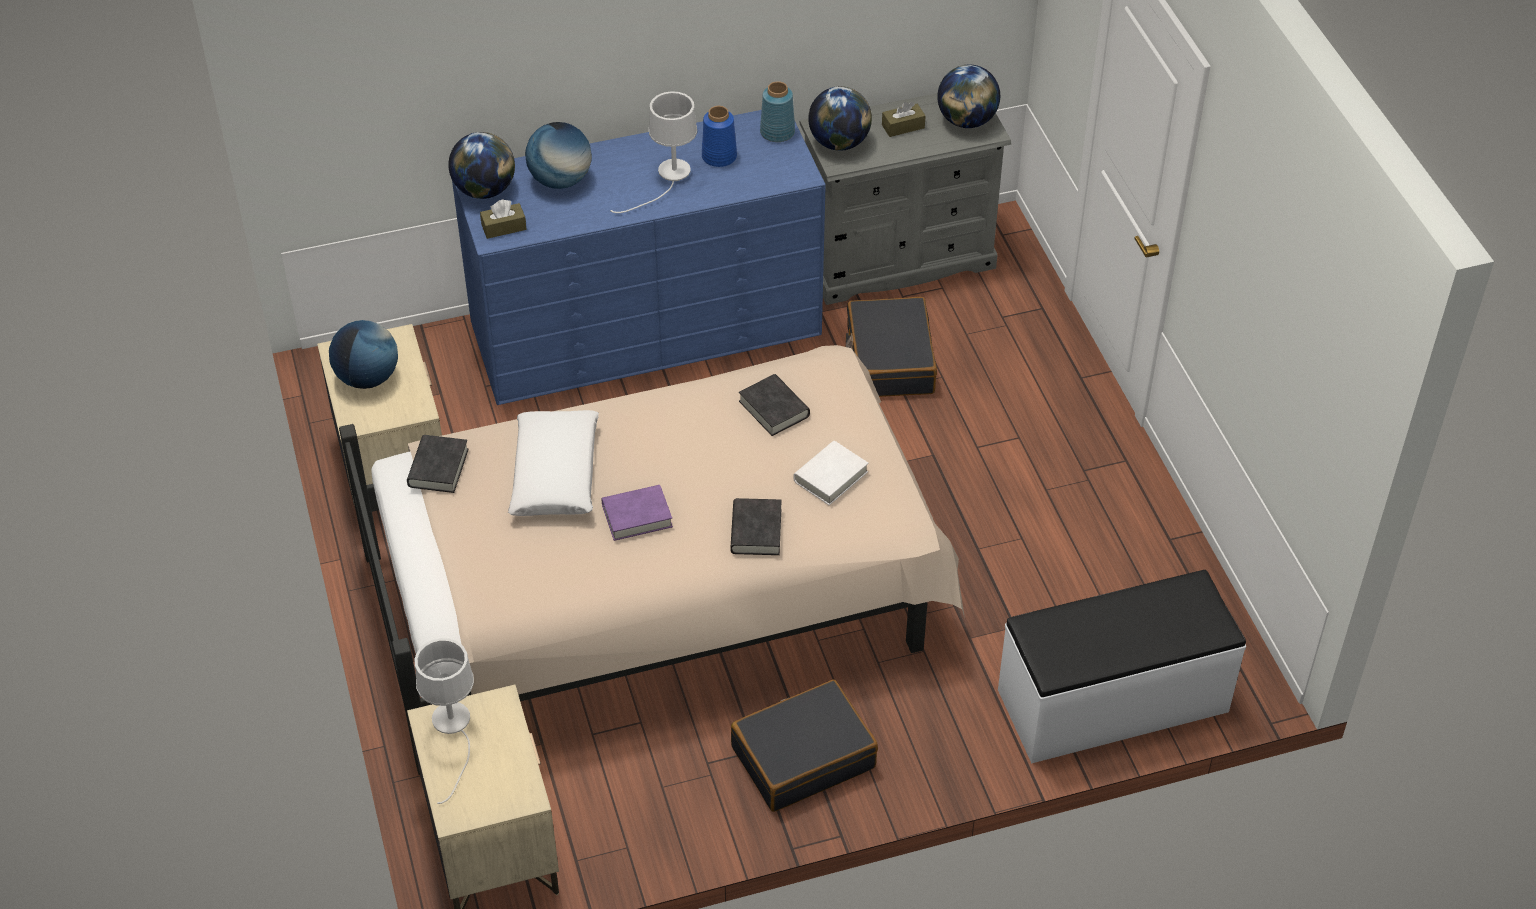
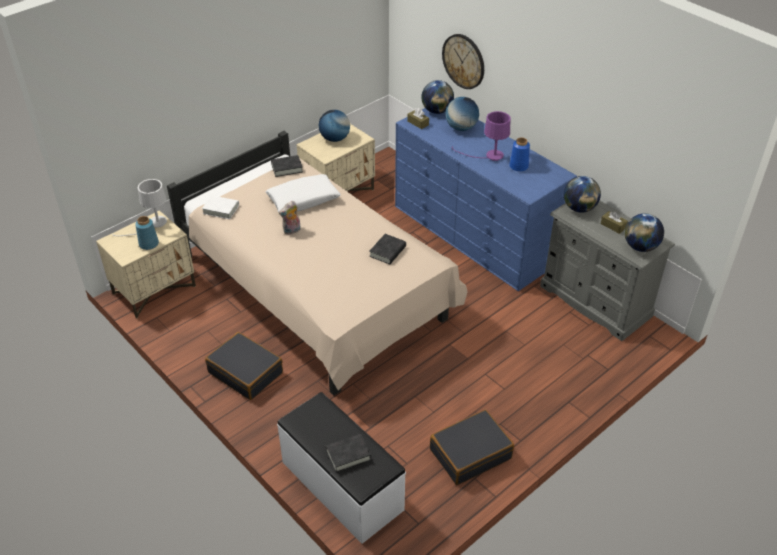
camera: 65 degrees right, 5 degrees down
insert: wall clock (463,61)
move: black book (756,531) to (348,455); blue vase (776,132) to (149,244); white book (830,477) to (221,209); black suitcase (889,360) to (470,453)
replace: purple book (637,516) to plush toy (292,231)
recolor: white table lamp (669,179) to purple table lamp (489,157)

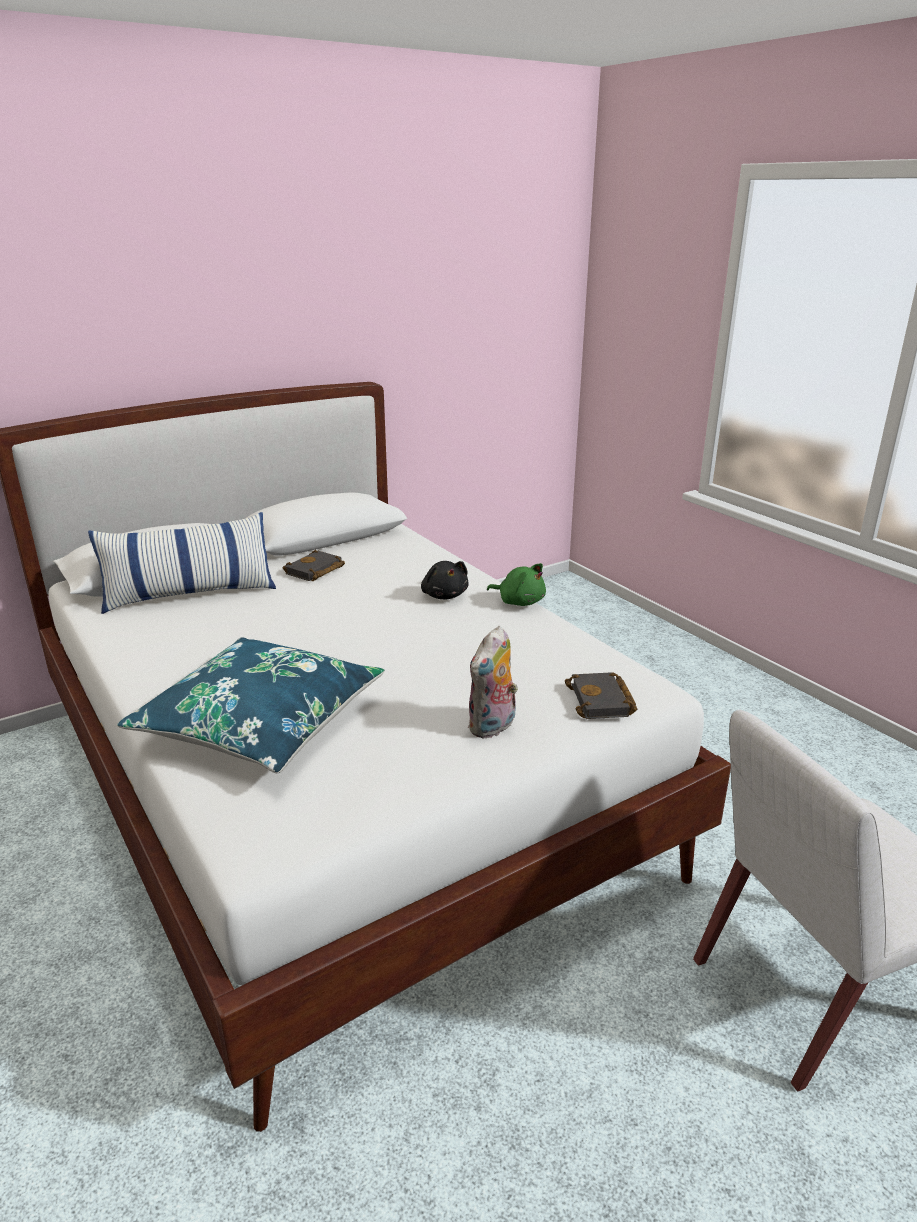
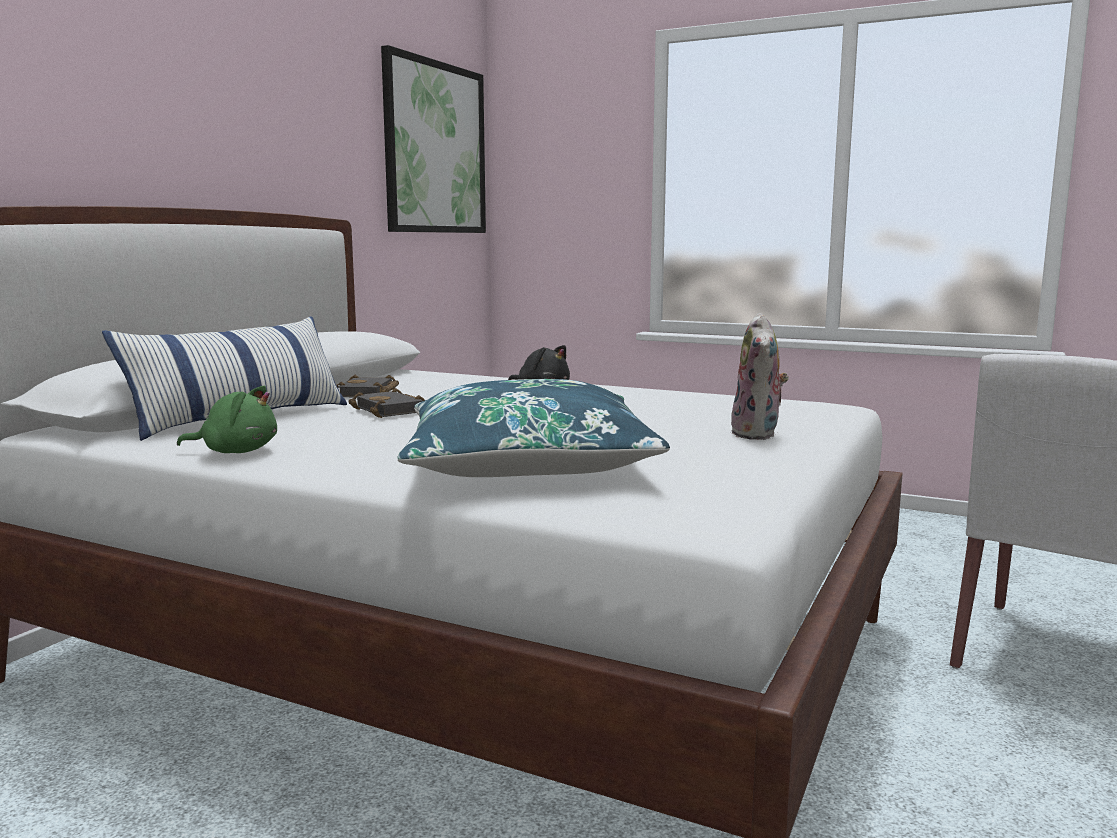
camera: 30 degrees left, 15 degrees down
insert: picture (435,148)
move: green plush toy (519,602) to (236,451); black book (602,702) to (393,410)

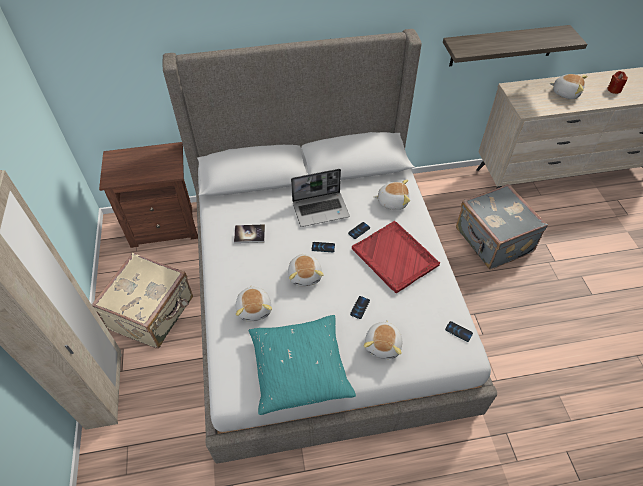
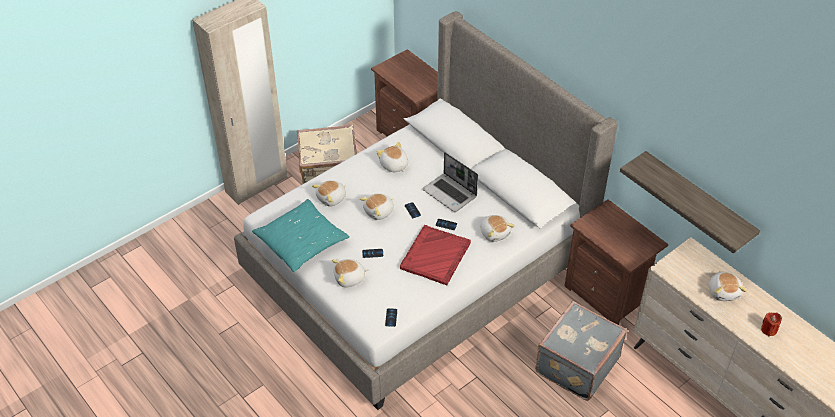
camera: 60 degrees right, 5 degrees down
insert: brown nightstand (607,295)
replace: book (249,234) to plush toy (394,165)

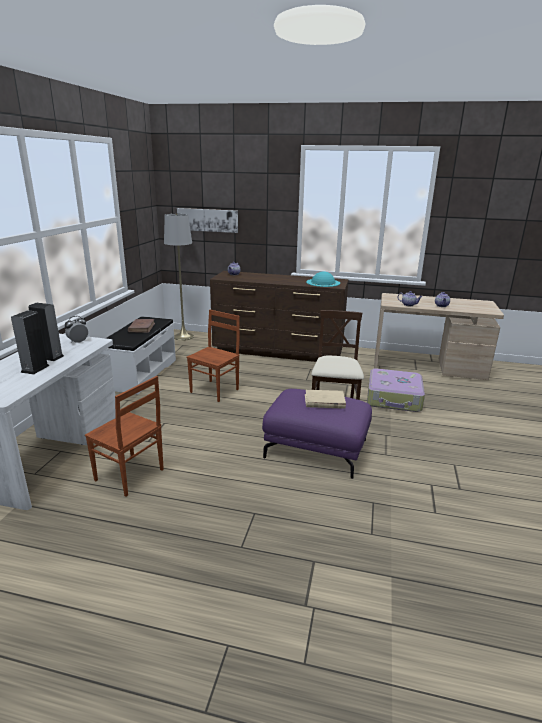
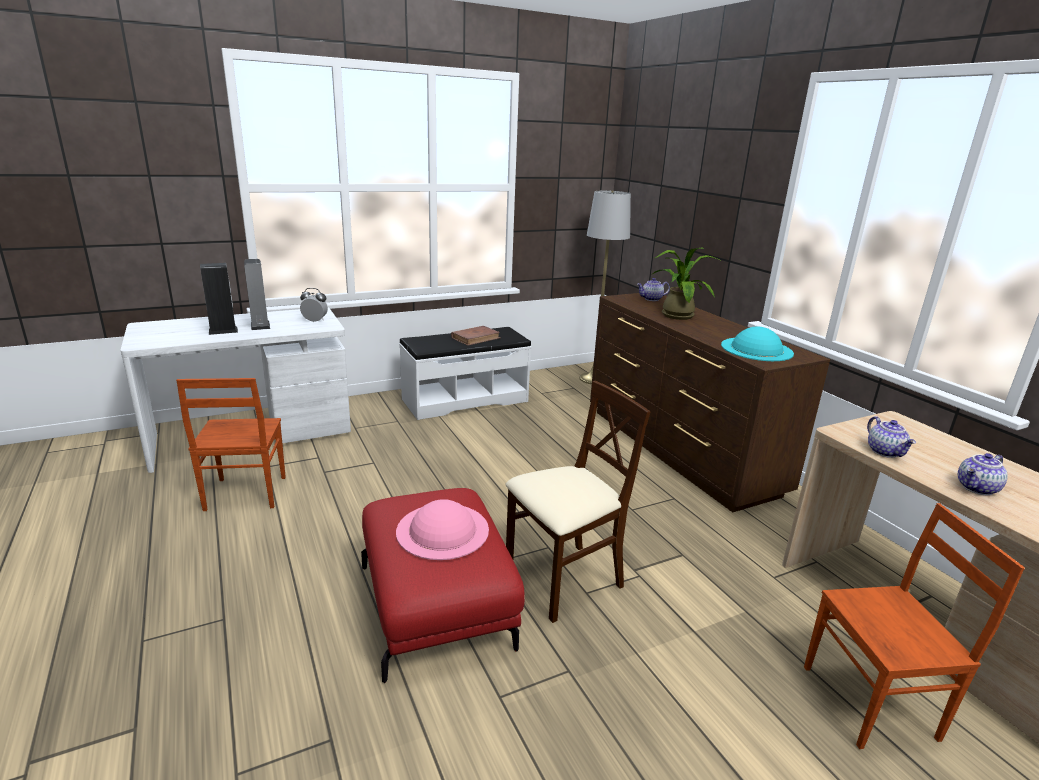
camera: 50 degrees right, 0 degrees up
delete: picture (207,220); suitcase (394,398)
insert: potted plant (676,314)
move: brown chair (215,391) to (871,703)
replace: beige book (324,401) to pink hat (443,530)
recolor: purple ottoman (317,448) to red ottoman (438,606)

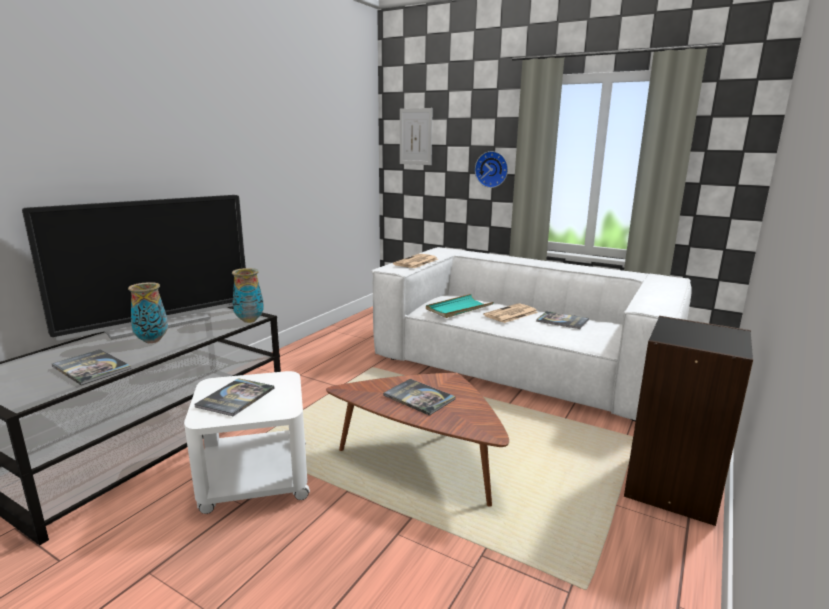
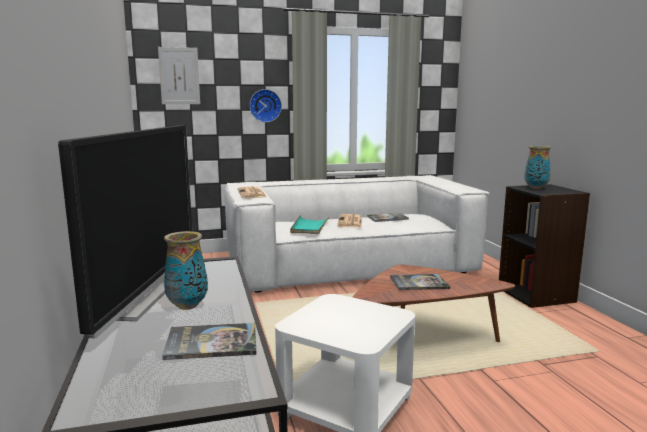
camera: 45 degrees left, 5 degrees down
delete: book (236,398)
move: vase (249,320) to (535,188)

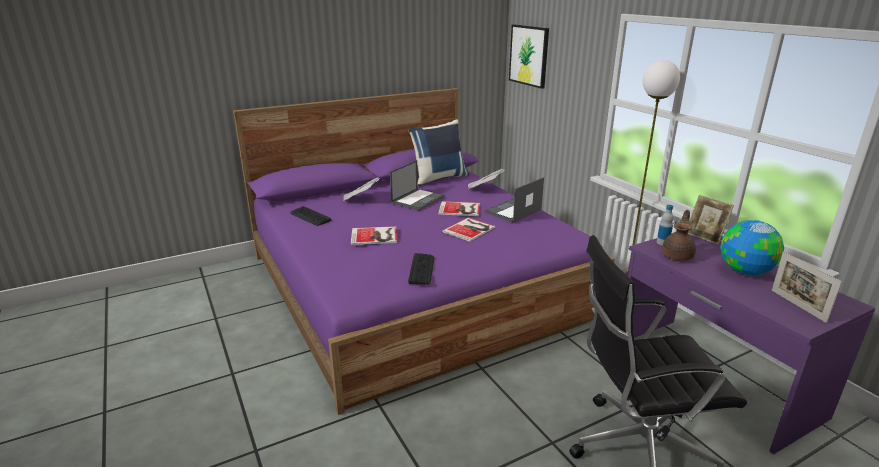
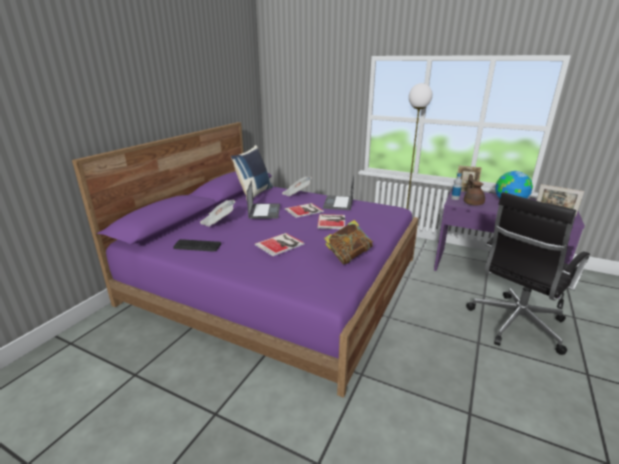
camera: 35 degrees left, 0 degrees up
delete: picture (529,55)
replace: keyboard (422,269) to book (348,256)

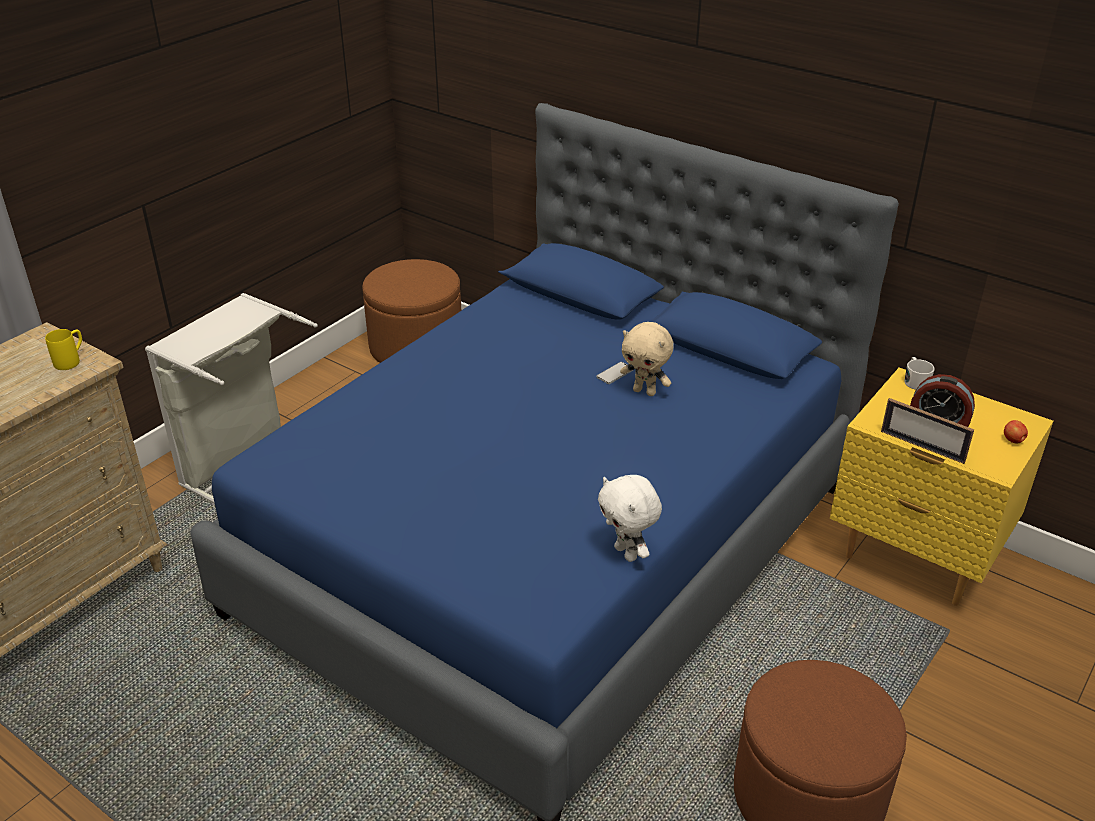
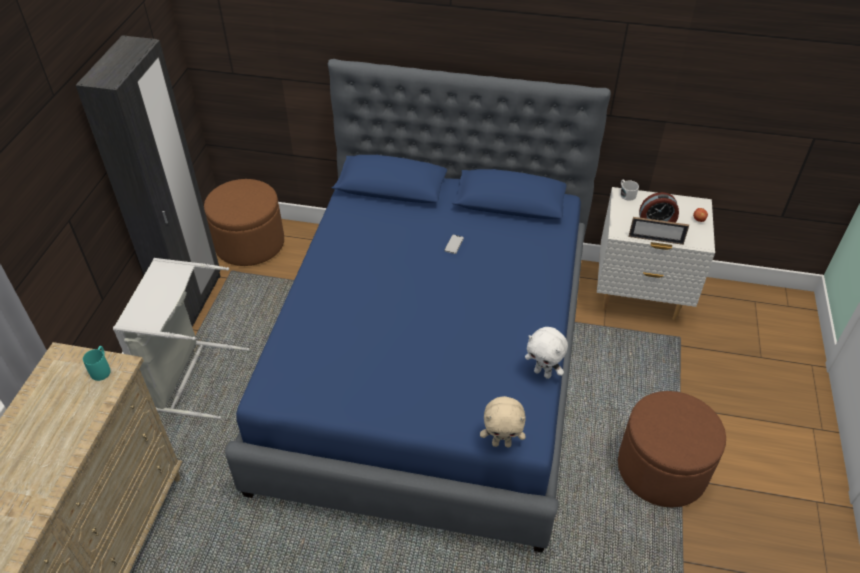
camera: 25 degrees left, 10 degrees up
insert: black wardrobe (193,300)
move: beige plush toy (645,391) to (502,443)
recolor: yellow mug (71,360) to turquoise mug (102,369); yellow nightstand (915,558) to white nightstand (639,297)

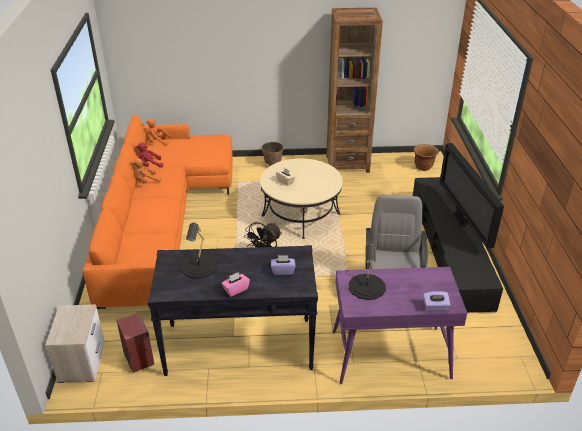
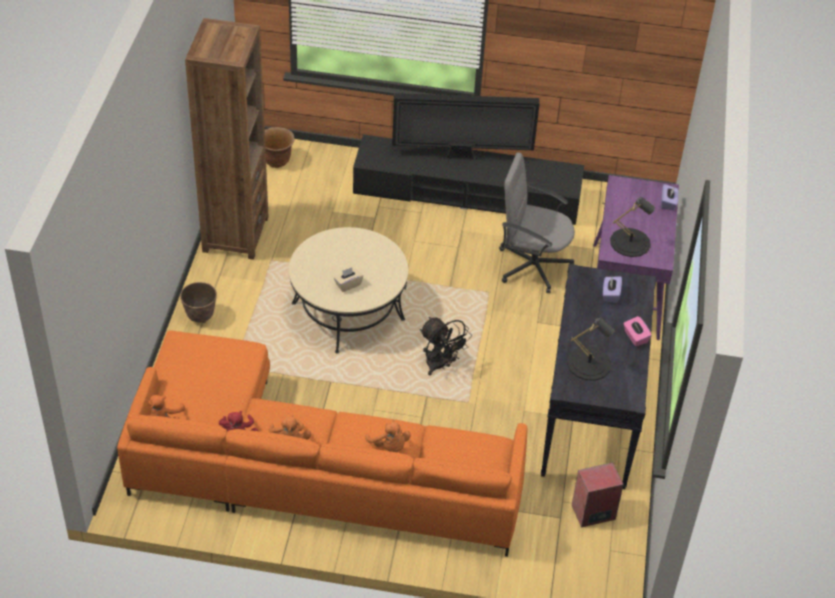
camera: 80 degrees left, 10 degrees up
delete: nightstand (82,361)
insert: orange plush toy (389,446)

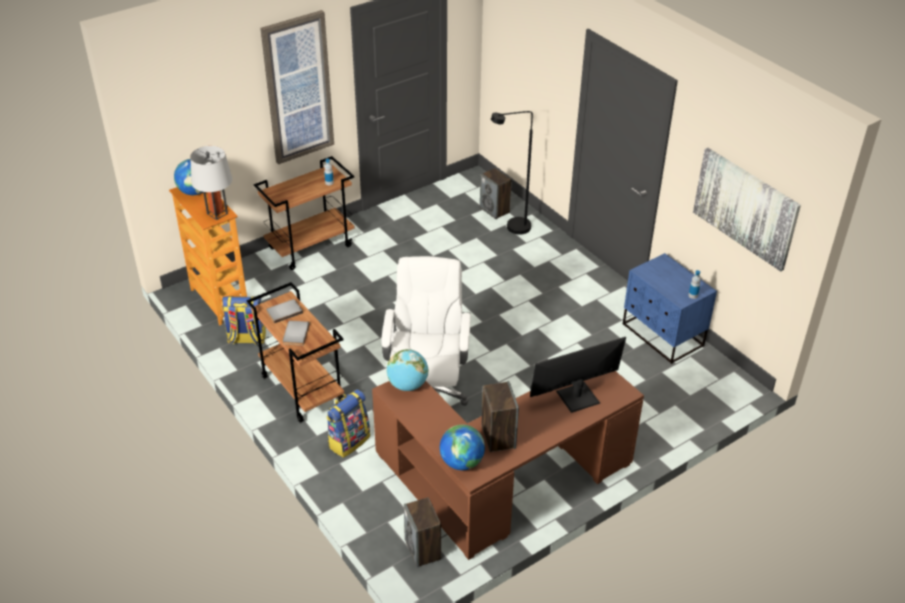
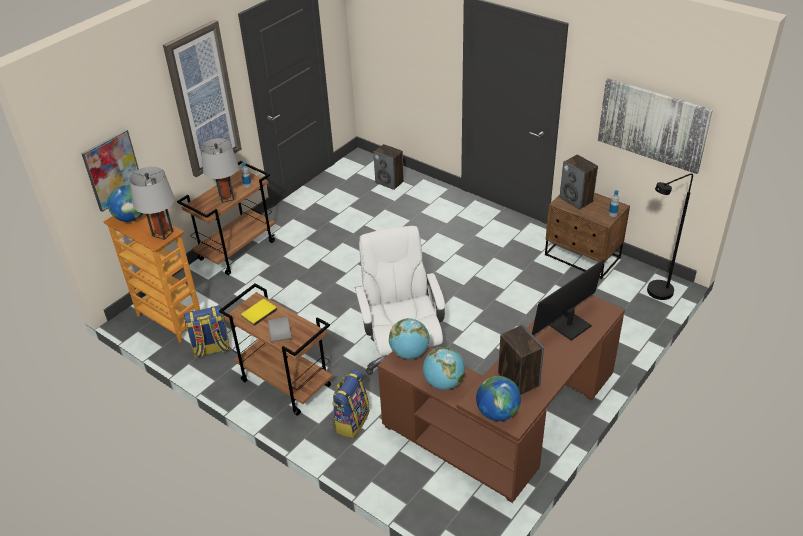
camera: 15 degrees left, 0 degrees up
insert: picture (112,170); grey table lamp (226,197); globe (443,383)
move: speaker (423,550) to (576,199); black floor lamp (512,228) to (655,294)
recolor: grey book (284,311) to yellow book (258,313); blue nightstand (662,336) to brown nightstand (582,257)

